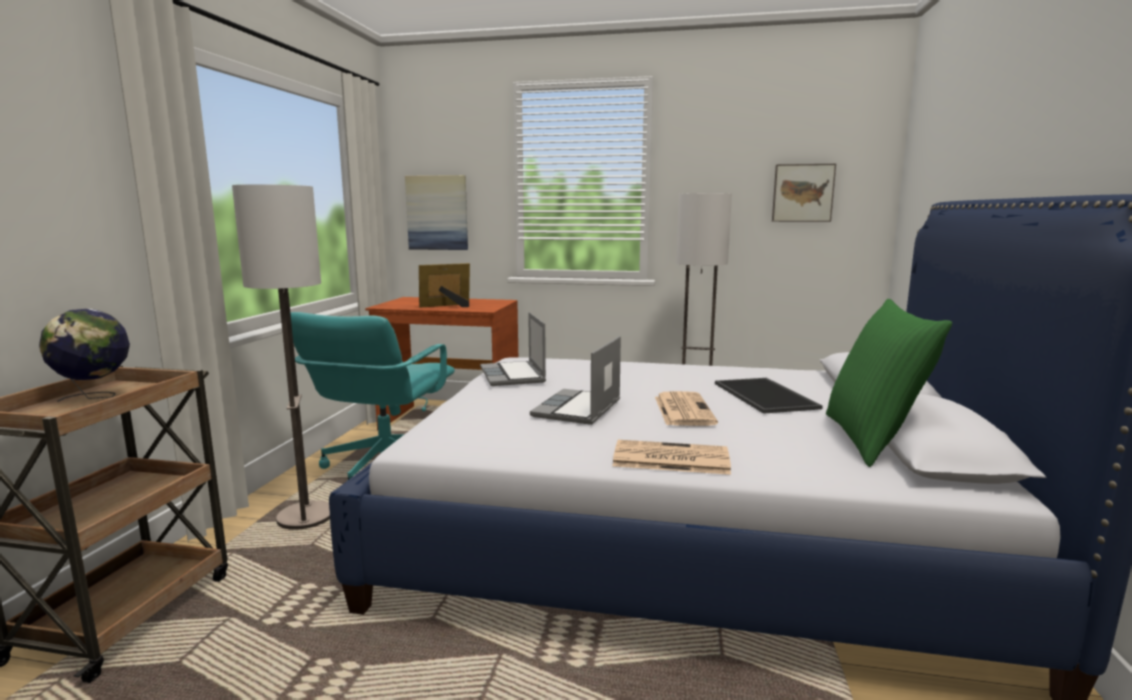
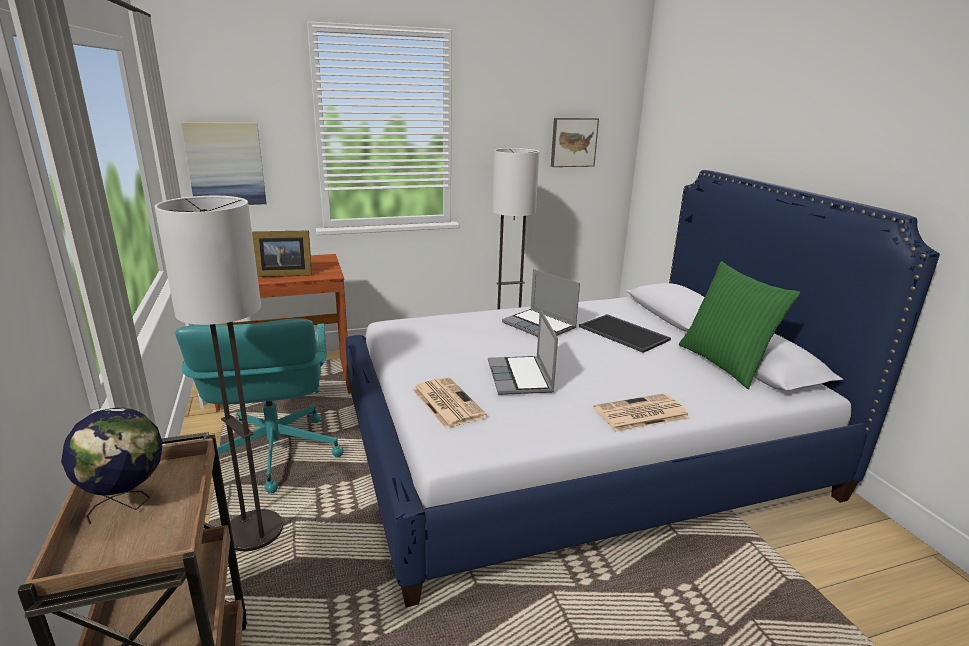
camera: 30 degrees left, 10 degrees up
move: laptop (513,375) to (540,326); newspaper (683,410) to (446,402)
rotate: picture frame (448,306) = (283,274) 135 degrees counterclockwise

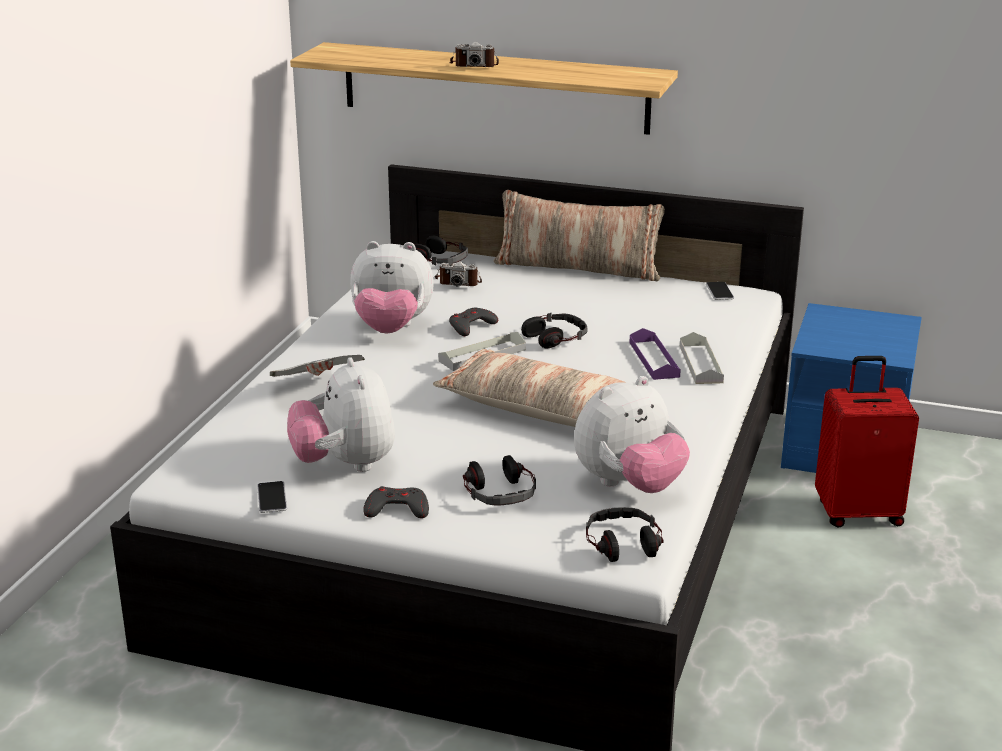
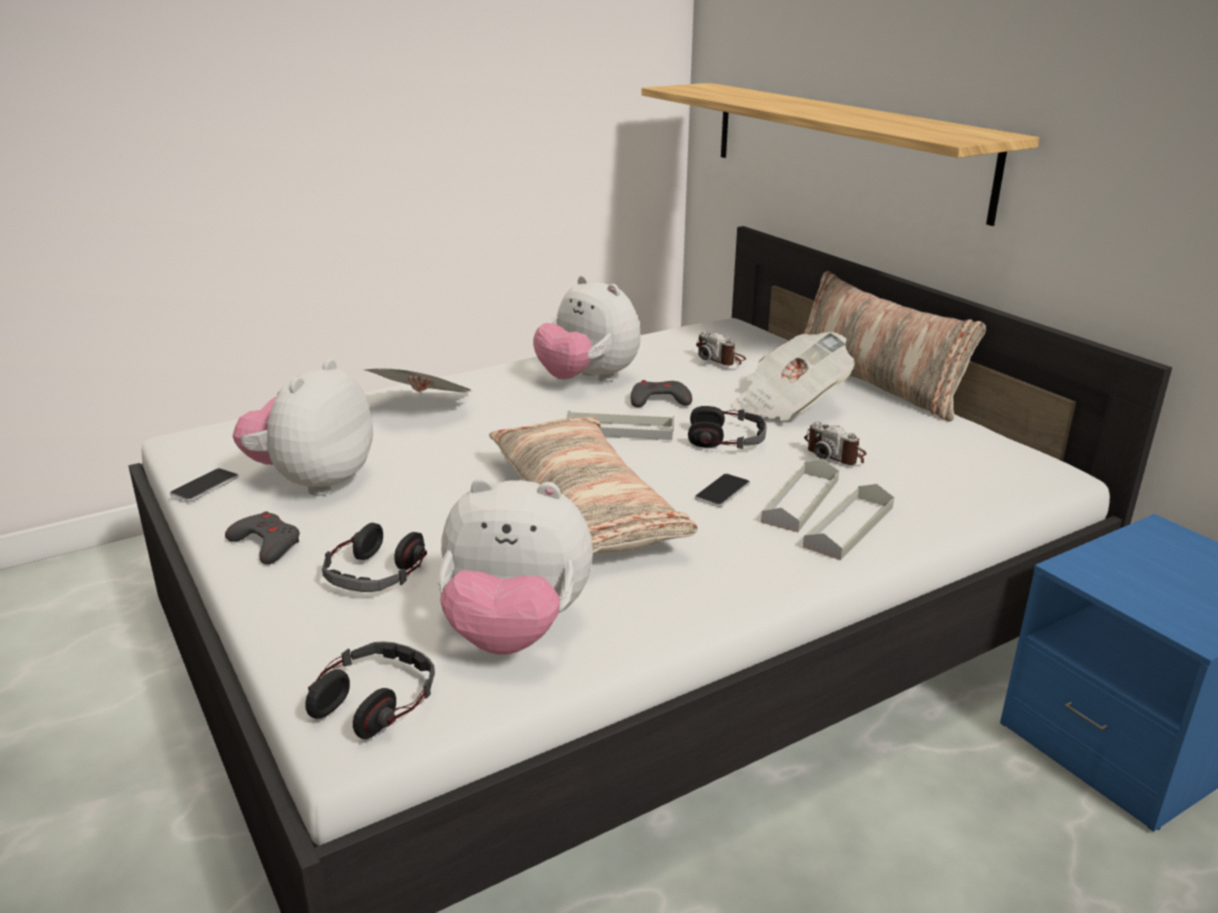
camera: 40 degrees right, 0 degrees up
delete: headphones (440,260); red suitcase (858,513)
insert: newspaper (788,405)
move: photo camera (474,65) to (836,454); phone (719,292) to (722,491)
recolor: purple tray (654,359) to grey tray (800,501)

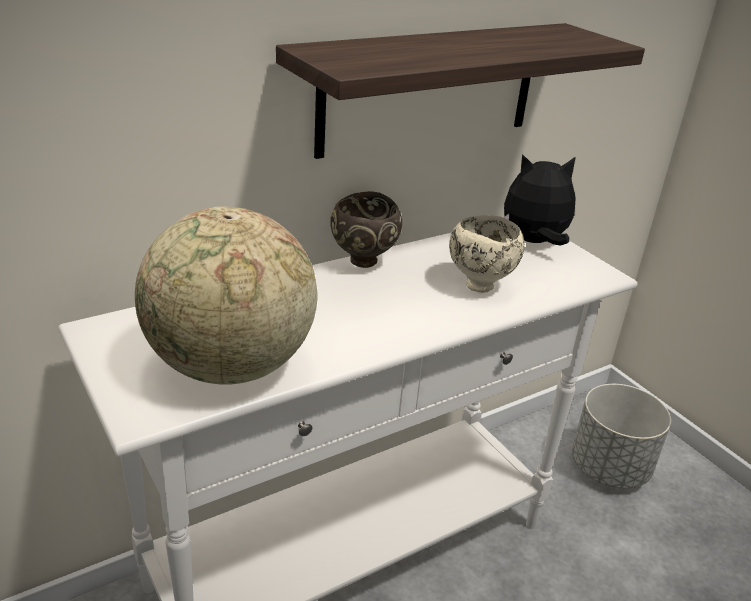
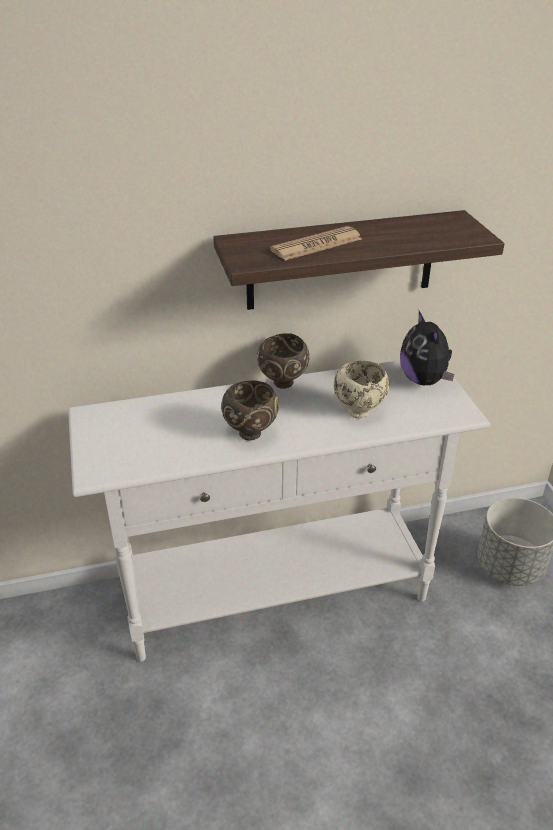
camera: 20 degrees right, 5 degrees up
delete: globe (230,367)
insert: brown bowl (251,433); newspaper (316,245)
rotate: plush toy (533,242) = (424,380) 120 degrees counterclockwise

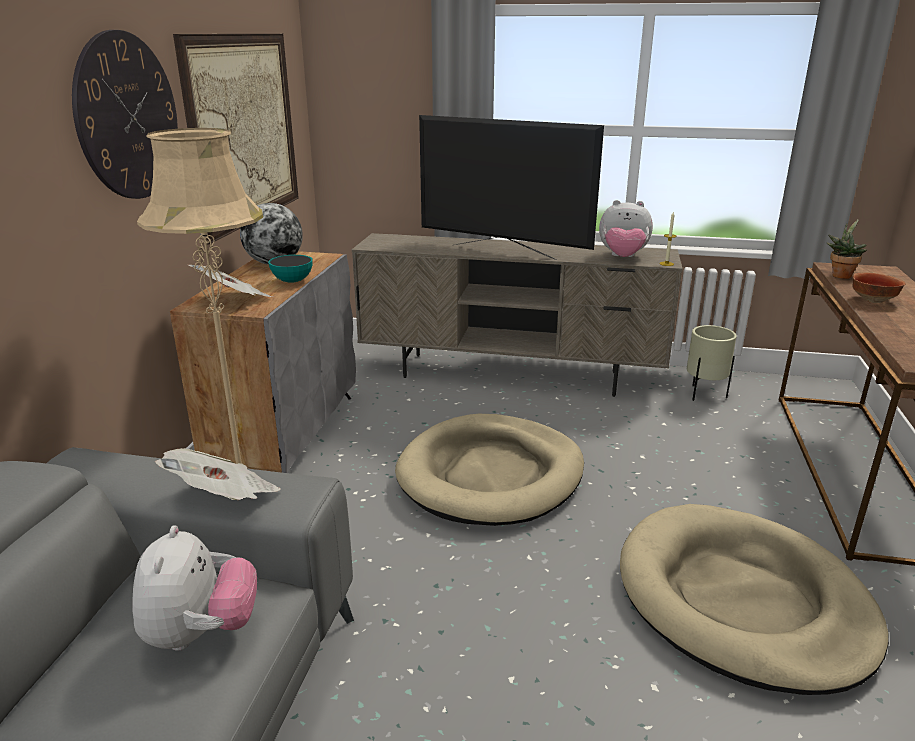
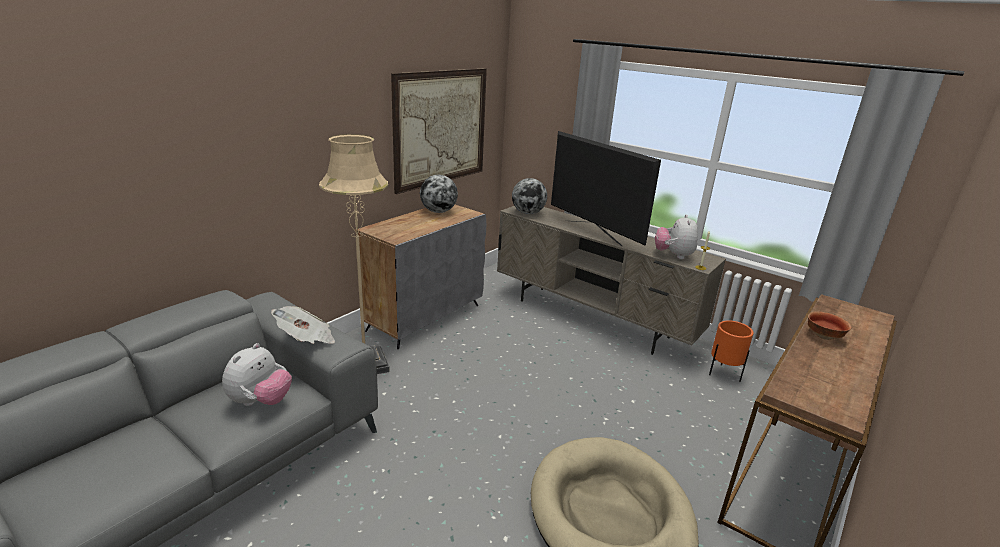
camera: 25 degrees right, 0 degrees up
delete: wall clock (128,117); newspaper (234,300); bowl (292,281); beige dog bed (491,475); potted plant (840,275)
insert: globe (528,213)
recolor: beige planter (704,395) to orange planter (723,374)
rotate: plush toy (622,257) = (673,255) 60 degrees clockwise

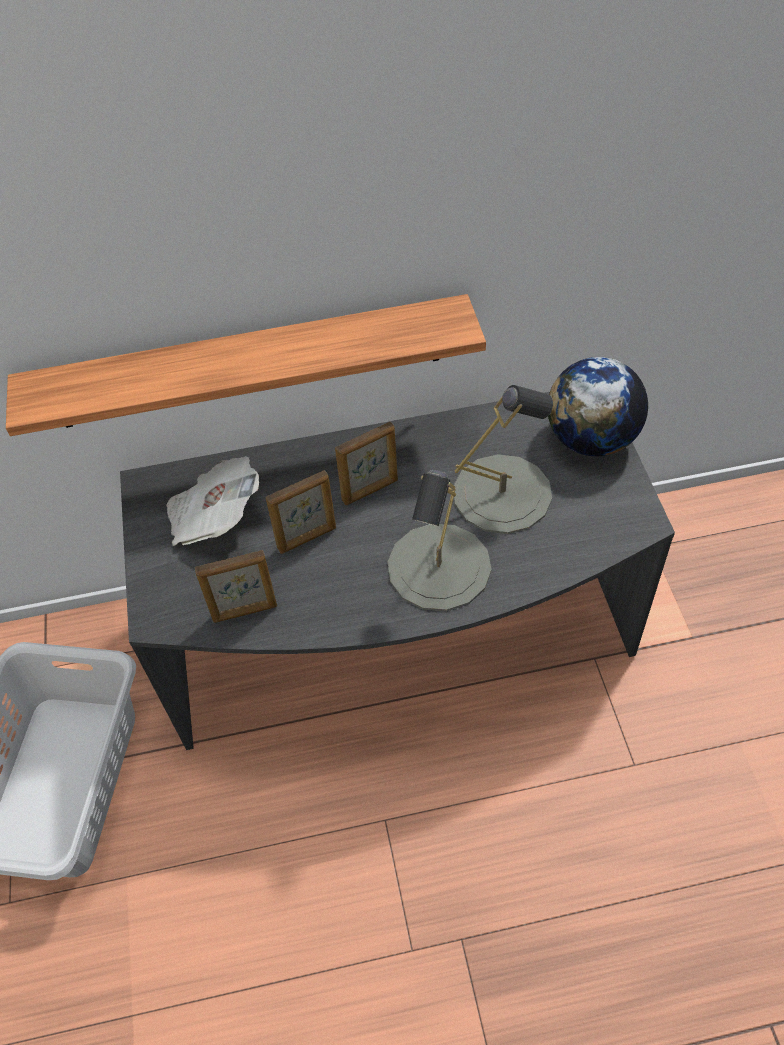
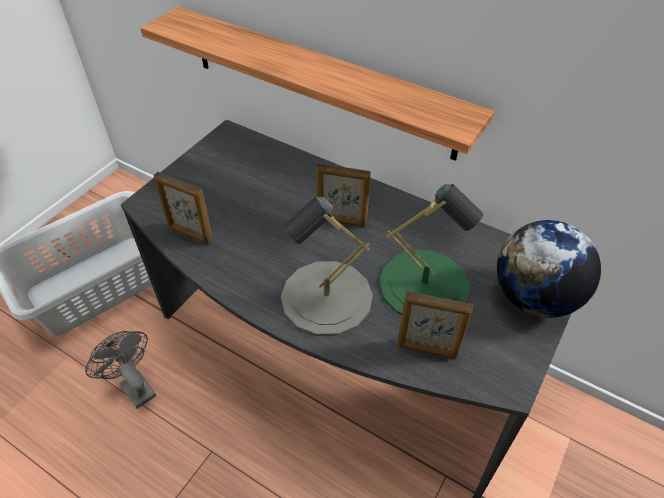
camera: 40 degrees right, 5 degrees down
delete: newspaper (214,517)
insert: grey fan (134,386)
move: picture frame (307,538) to (427,349)
recolor: grey table lamp (502,493) to green table lamp (424,284)

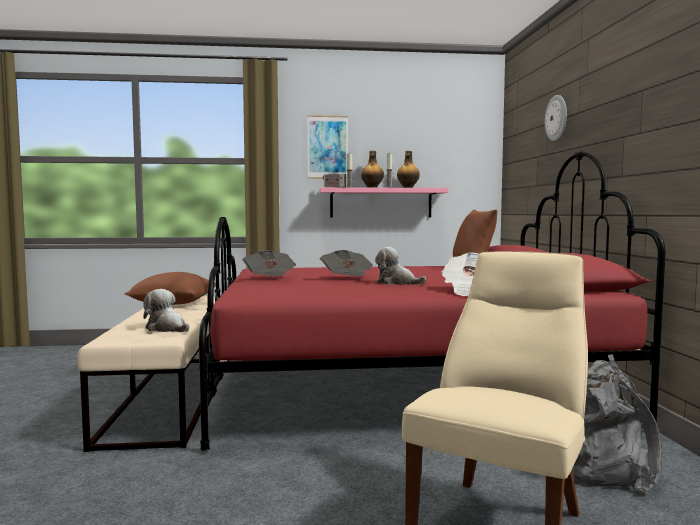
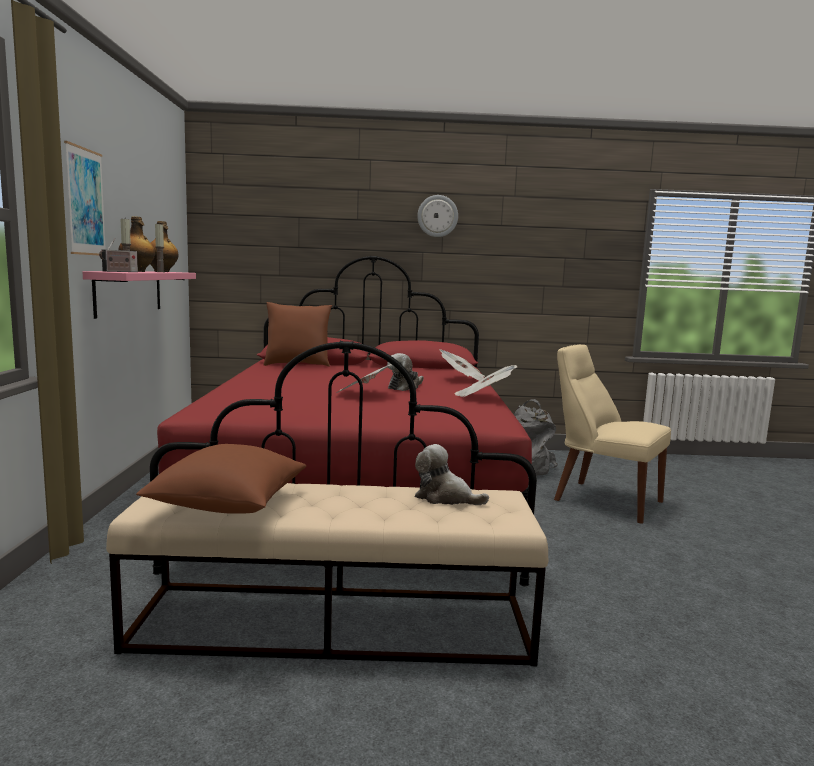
camera: 85 degrees left, 5 degrees up
move: newspaper (270,279) to (483,397); wall clock (557,118) to (437,216)
rotate: plush toy (167,329) = (445,497) 75 degrees clockwise

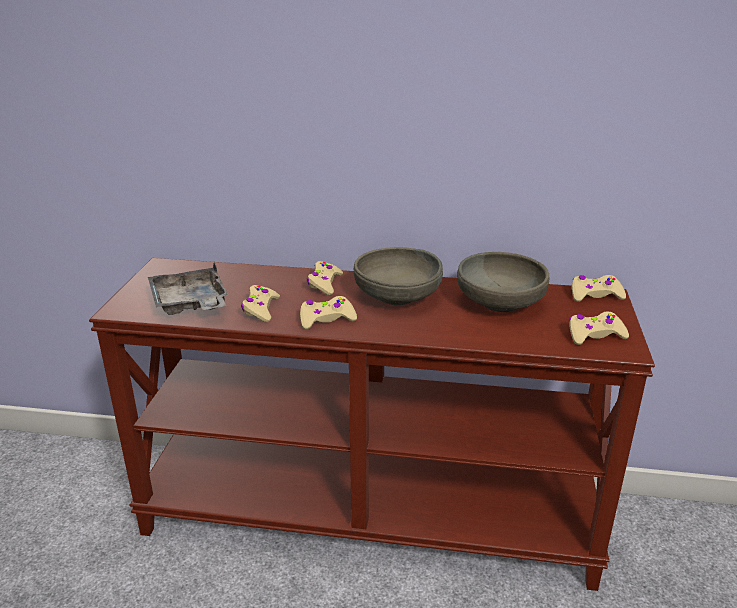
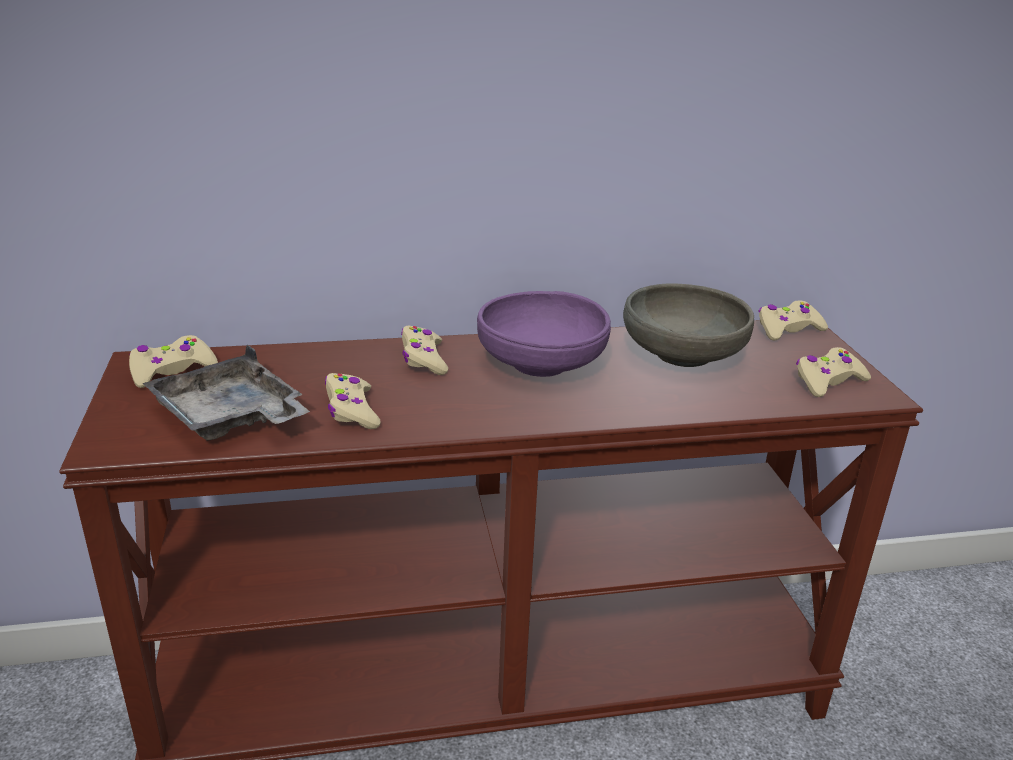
camera: 20 degrees left, 0 degrees up
move: beige game controller (326,319) to (171,371)
recolor: grey bowl (397,297) to purple bowl (541,364)

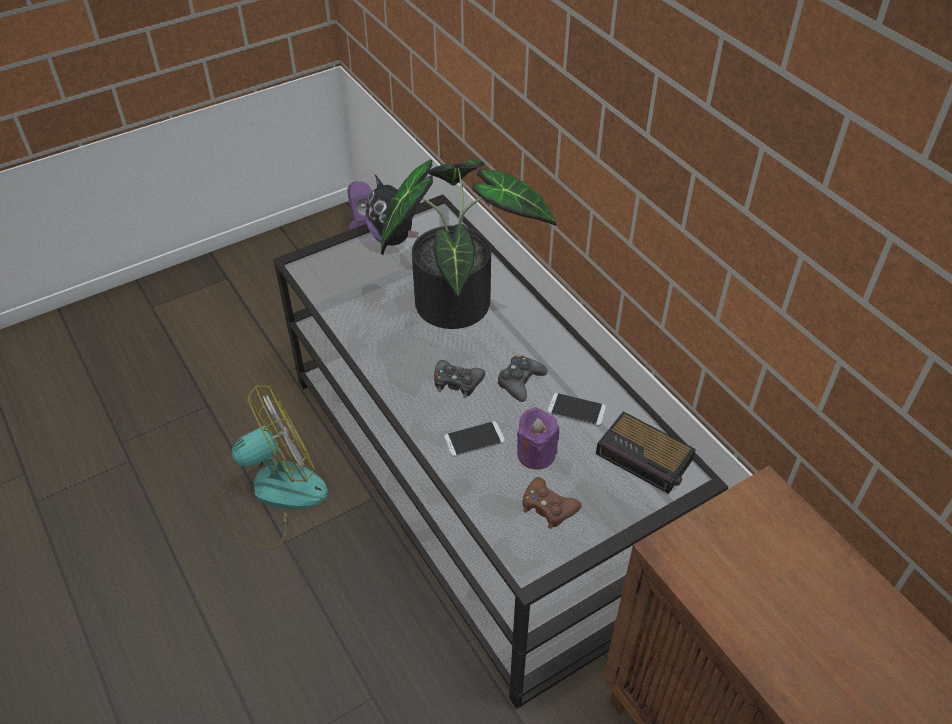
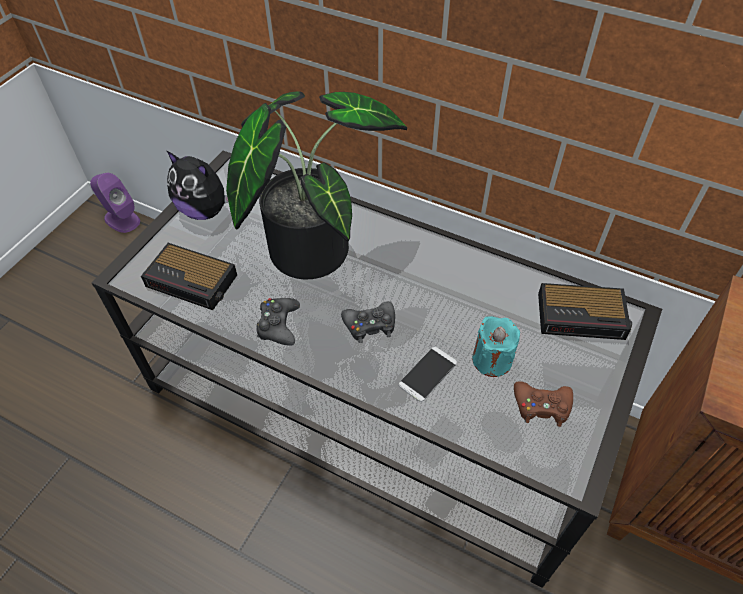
camera: 30 degrees left, 5 degrees up
delete: fan (272,494); phone (576,410)
insert: alarm clock (193,281)
move: black game controller (520,382) to (278,325)
recolor: purple candle (536,454) to turquoise candle (492,360)

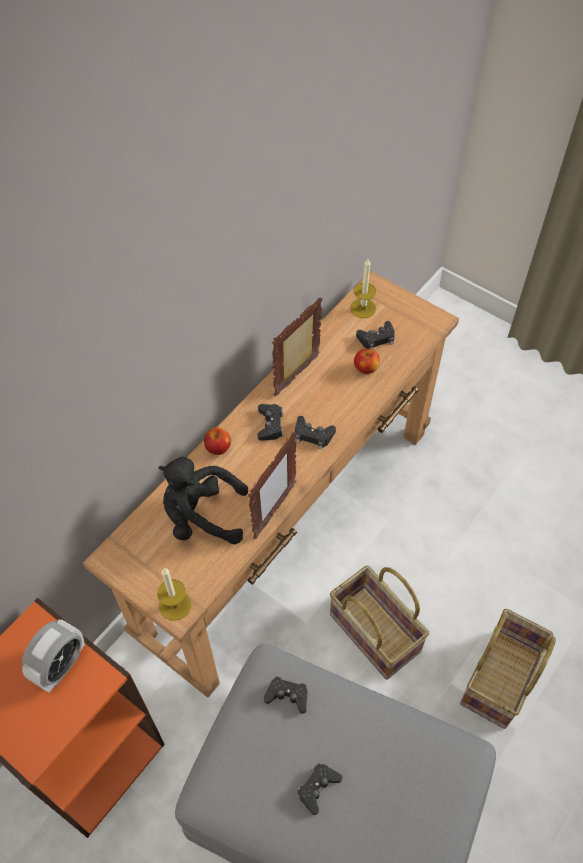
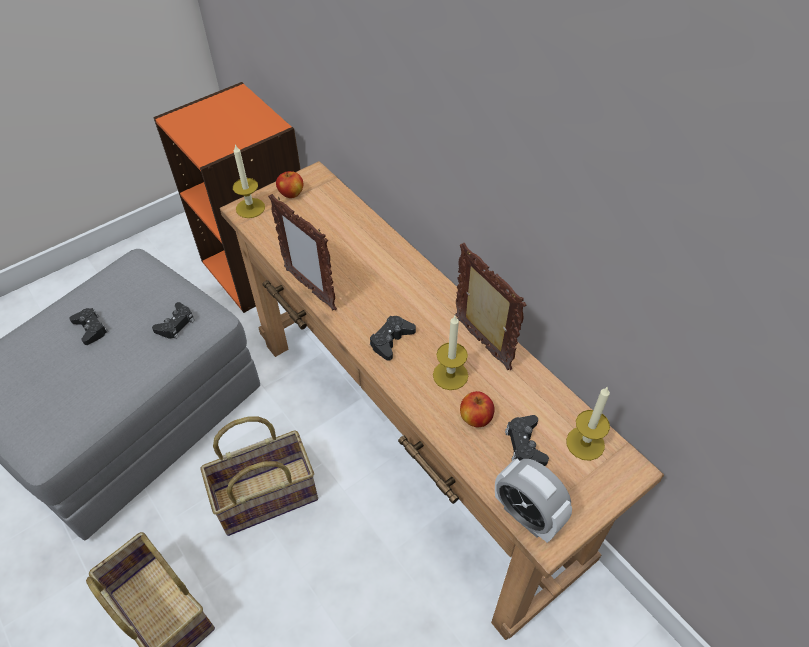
camera: 105 degrees right, 5 degrees down
delete: black plush toy (202,516); black game controller (270,425)
insert: candle (450,375)
move: alarm clock (61,666) to (527,515); apple (218,448) to (291,194)

